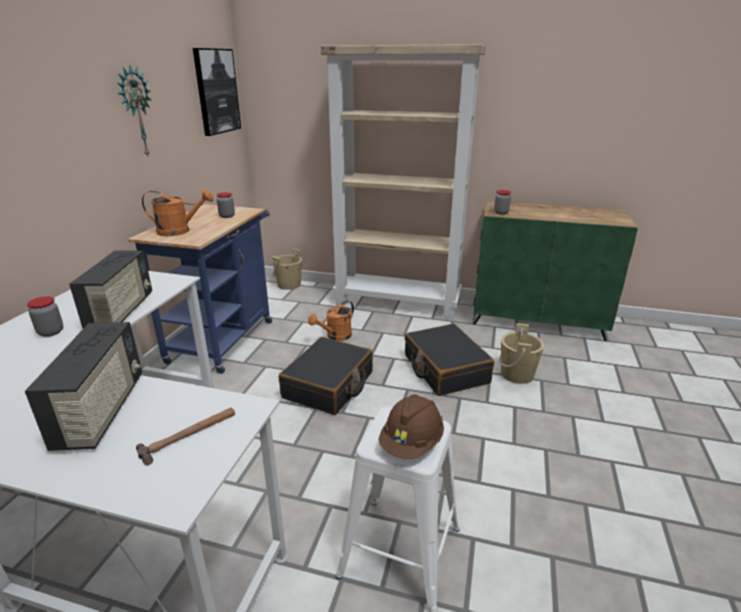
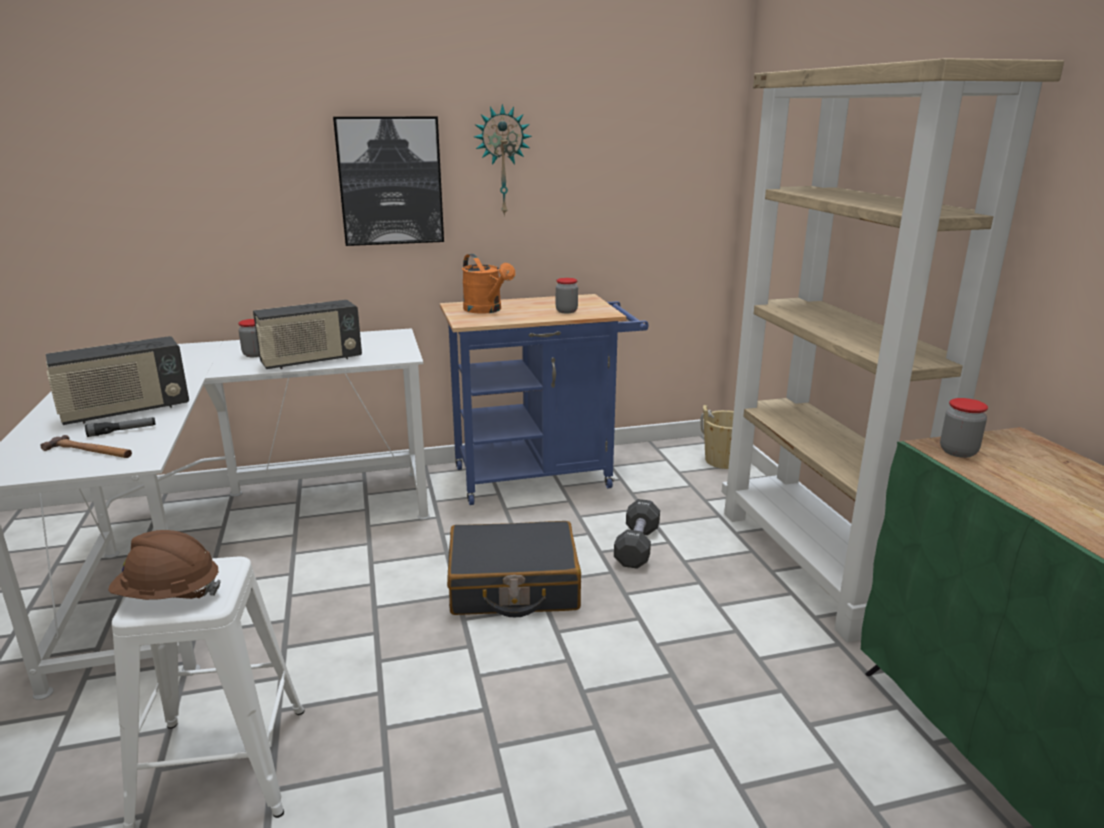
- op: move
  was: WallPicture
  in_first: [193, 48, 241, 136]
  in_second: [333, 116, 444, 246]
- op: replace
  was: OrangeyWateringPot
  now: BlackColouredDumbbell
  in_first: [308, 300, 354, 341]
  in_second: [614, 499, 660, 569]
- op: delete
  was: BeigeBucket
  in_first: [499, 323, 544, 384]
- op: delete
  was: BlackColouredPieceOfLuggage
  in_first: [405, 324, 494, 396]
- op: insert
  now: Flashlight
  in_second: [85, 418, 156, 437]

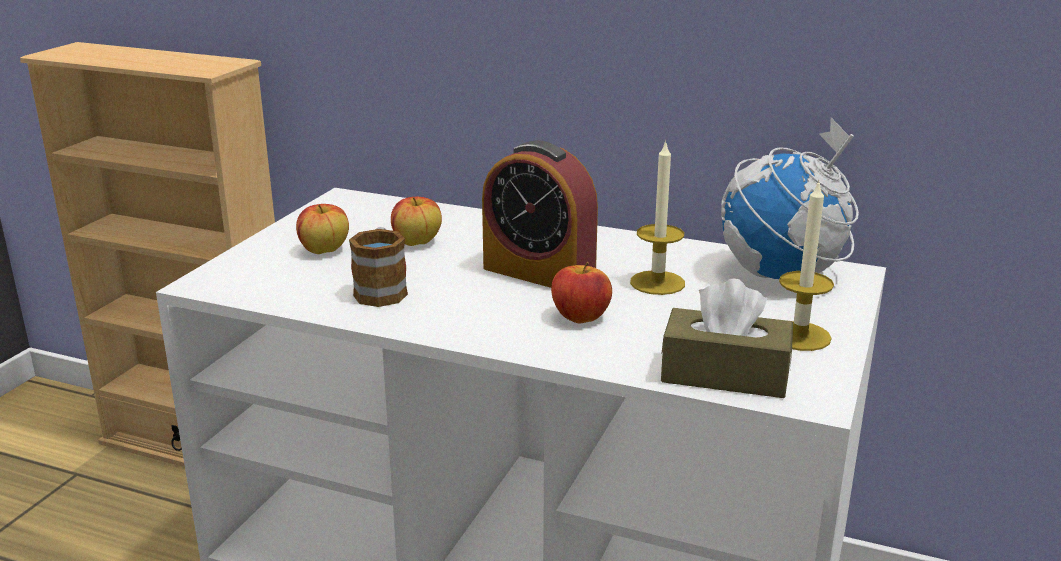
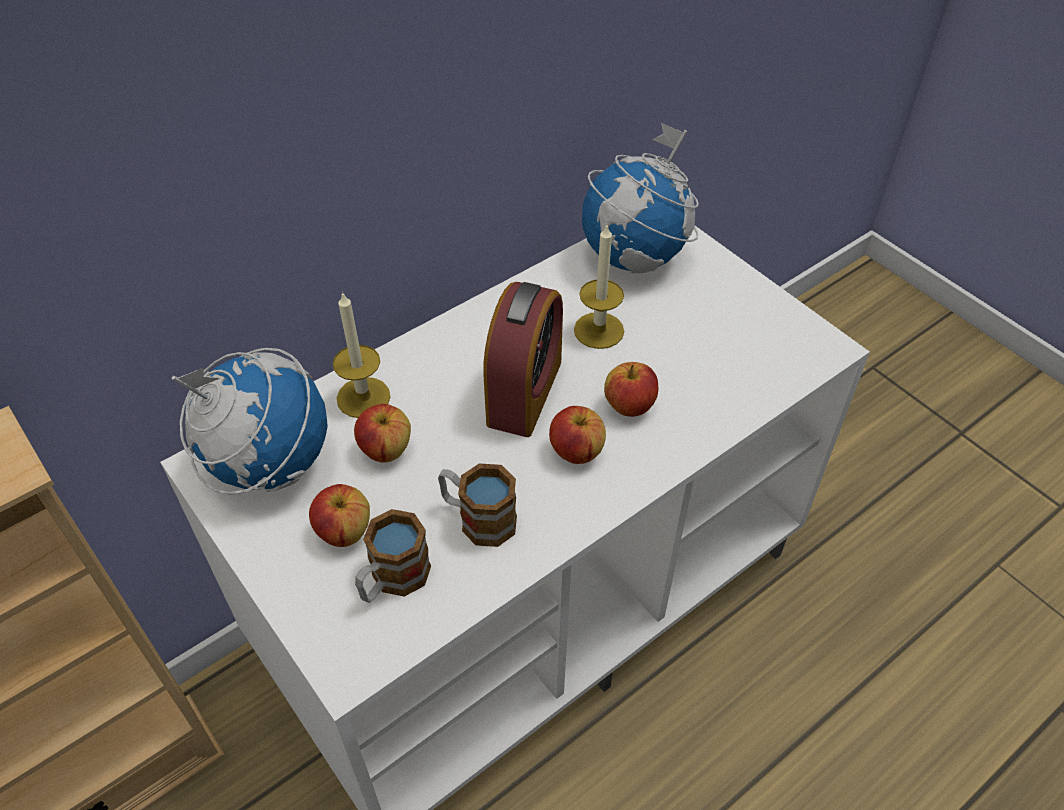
- op: rotate
  was: TableClock
  in_first: [482, 140, 598, 288]
  in_second: [483, 282, 563, 437]
  clockwise: -45
- op: move
  was: WaxCandle
  in_first: [779, 180, 834, 351]
  in_second: [333, 291, 390, 418]
- op: delete
  was: BrownTissueBox
  in_first: [661, 279, 793, 398]
- op: insert
  now: Globe
  in_second: [172, 348, 328, 495]
- op: insert
  now: AppleFruit
  in_second: [549, 406, 606, 464]
- op: insert
  now: CoffeeMug
  in_second: [355, 509, 431, 603]

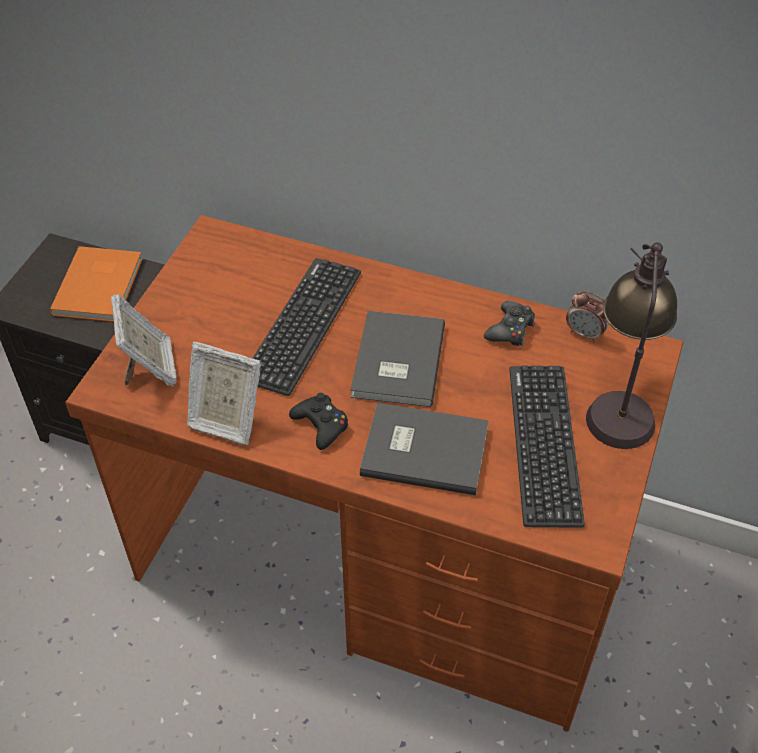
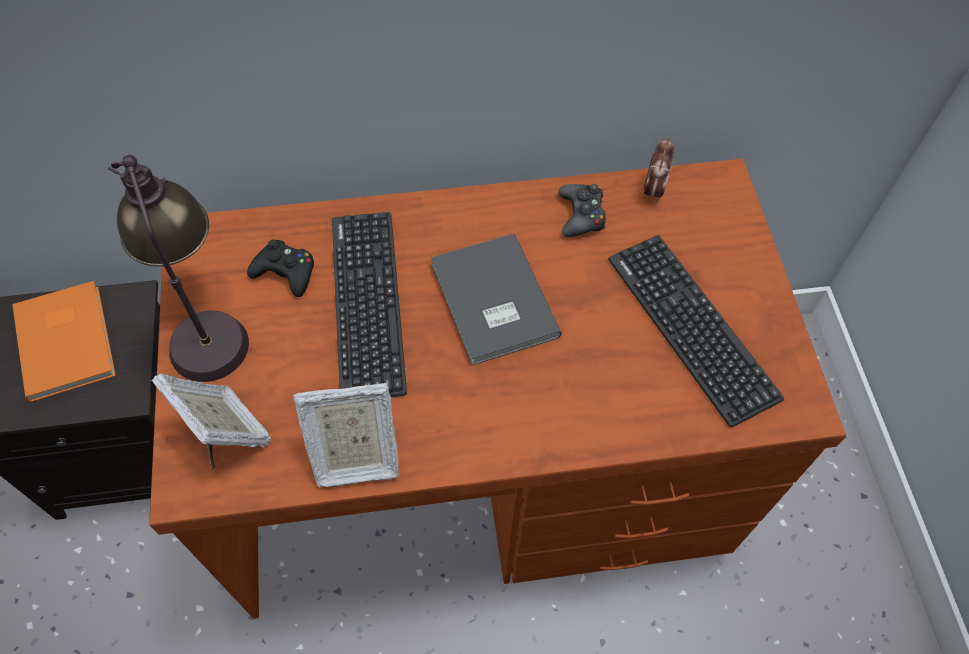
- op: move
  was: TableLamp
  in_first: [586, 242, 677, 449]
  in_second: [108, 155, 249, 382]
- op: rotate
  was: TableClock
  in_first: [566, 291, 609, 343]
  in_second: [644, 138, 675, 202]
  clockwise: -75
- op: move
  was: BlackColouredGamepad
  in_first: [289, 393, 348, 450]
  in_second: [247, 239, 314, 297]
- op: delete
  was: GreyishBook
  in_first: [360, 403, 489, 496]

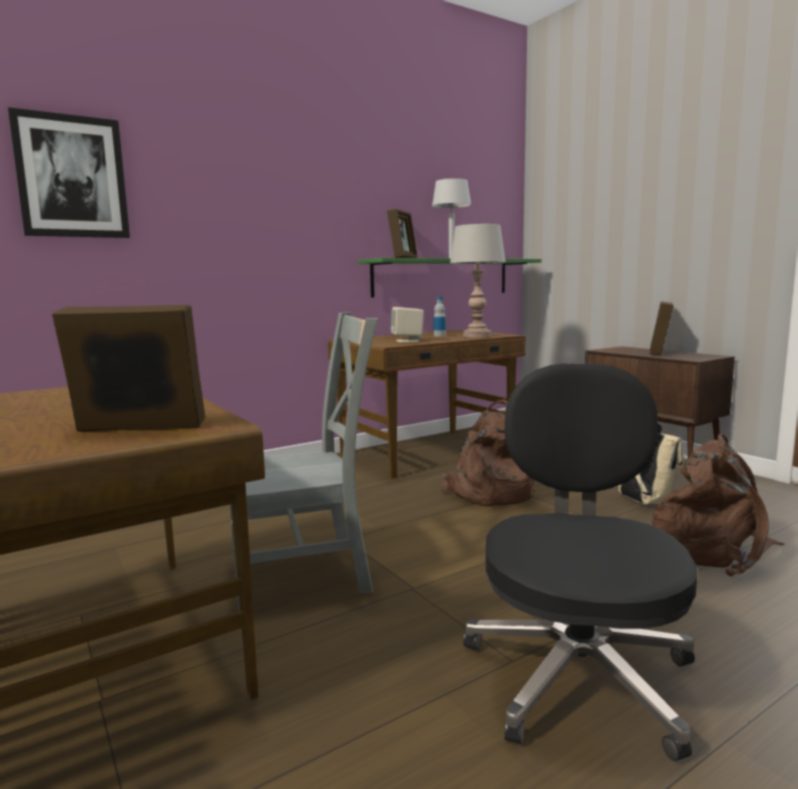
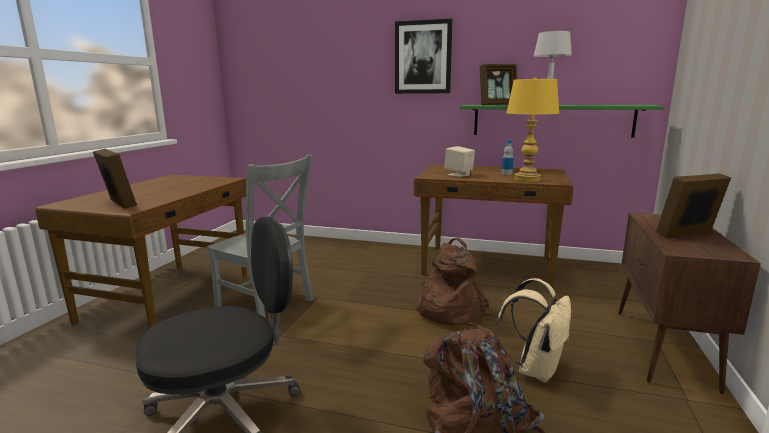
- op: move
  was: WallPicture
  in_first: [8, 107, 130, 238]
  in_second: [395, 19, 452, 94]
- op: recolor
  was: GreyishTableLamp
  now: YellowishTableLamp
  in_first: [450, 224, 506, 338]
  in_second: [506, 78, 559, 182]

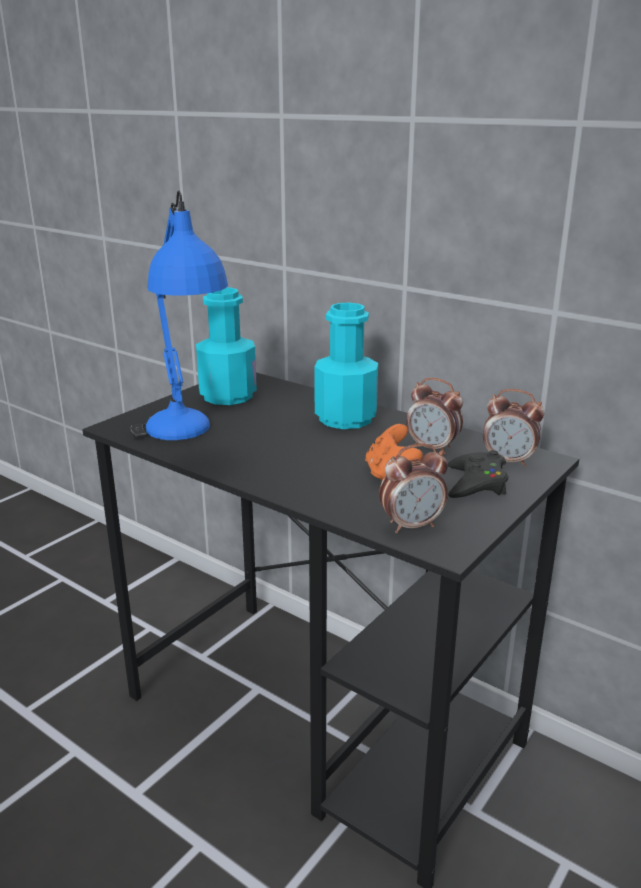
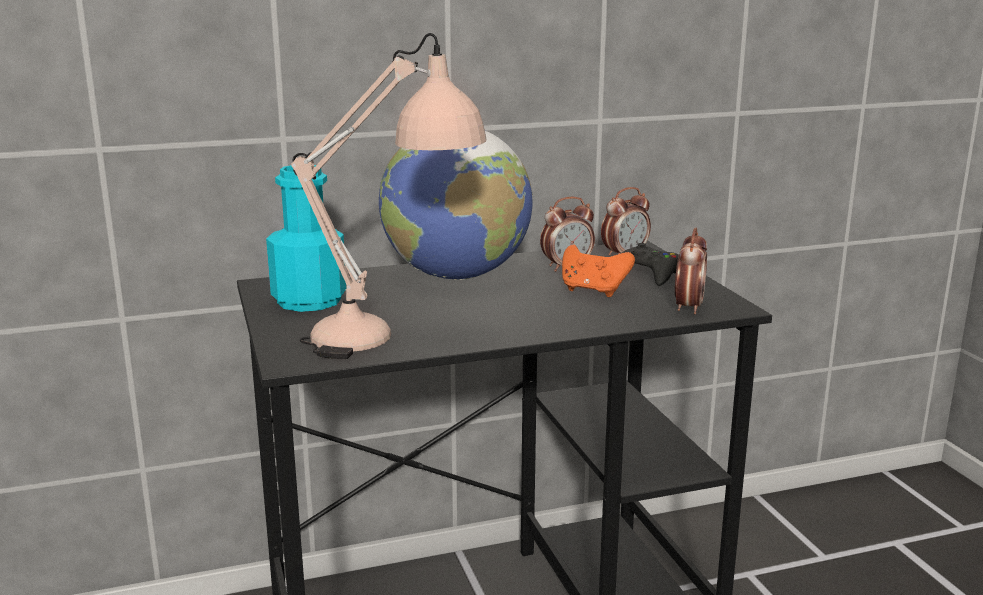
- op: recolor
  was: BluishTableLamp
  now: BeigeTableLamp
  in_first: [131, 191, 228, 440]
  in_second: [291, 33, 486, 359]
- op: replace
  was: BlueGreenBeverageBottle
  now: Globe
  in_first: [315, 303, 378, 429]
  in_second: [379, 131, 533, 280]

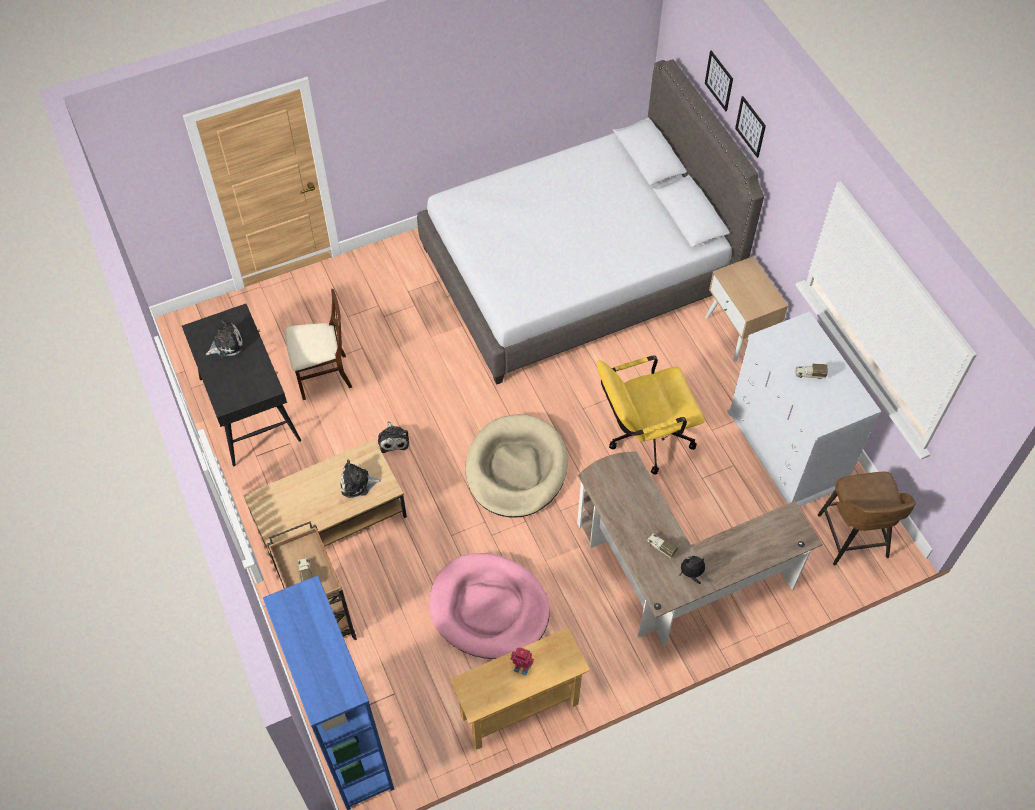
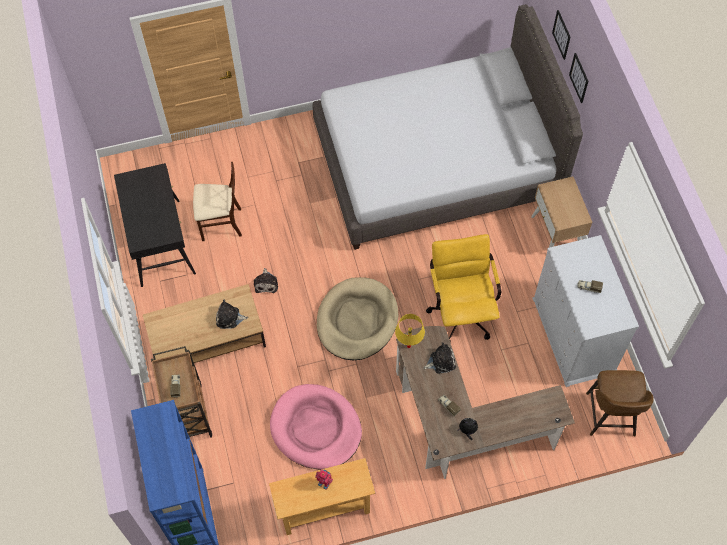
- op: move
  was: SoftToy
  in_first: [206, 319, 245, 358]
  in_second: [423, 342, 456, 374]
- op: rotate
  was: YellowishComputerChair
  in_first: [597, 355, 705, 474]
  in_second: [426, 234, 501, 343]
  clockwise: 90
- op: insert
  now: YellowishTableLamp
  in_second: [395, 314, 425, 348]

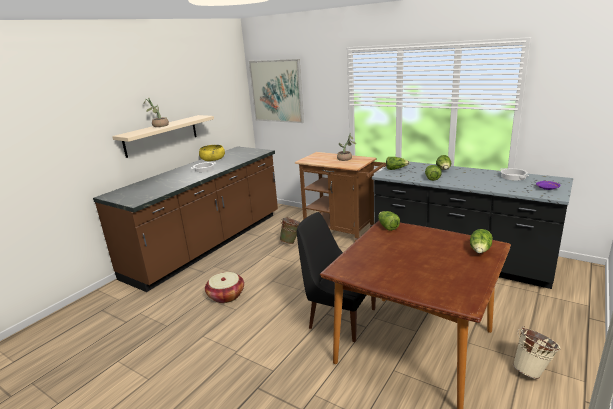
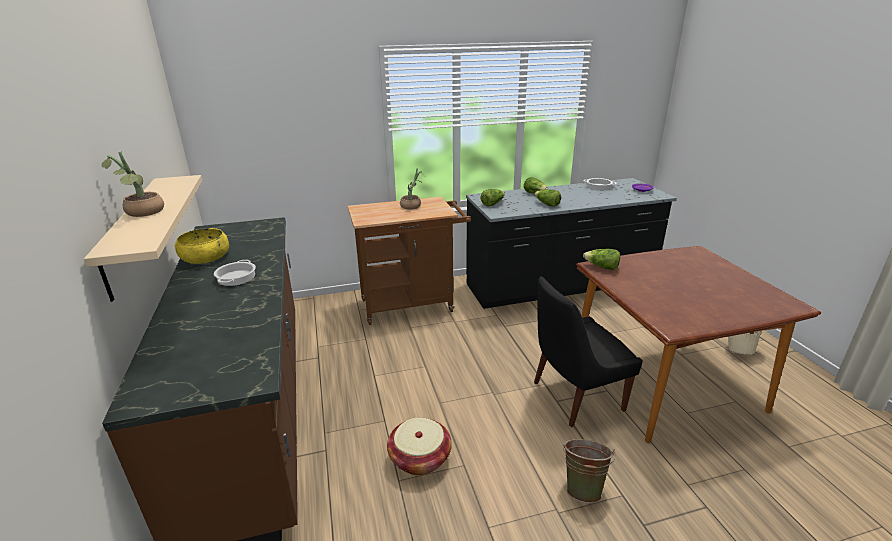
- op: delete
  was: WallPicture
  in_first: [249, 59, 304, 123]
- op: move
  was: GreenColouredBucket
  in_first: [280, 217, 301, 244]
  in_second: [563, 439, 615, 503]
- op: delete
  was: HeadOfLettuce
  in_first: [470, 229, 493, 253]

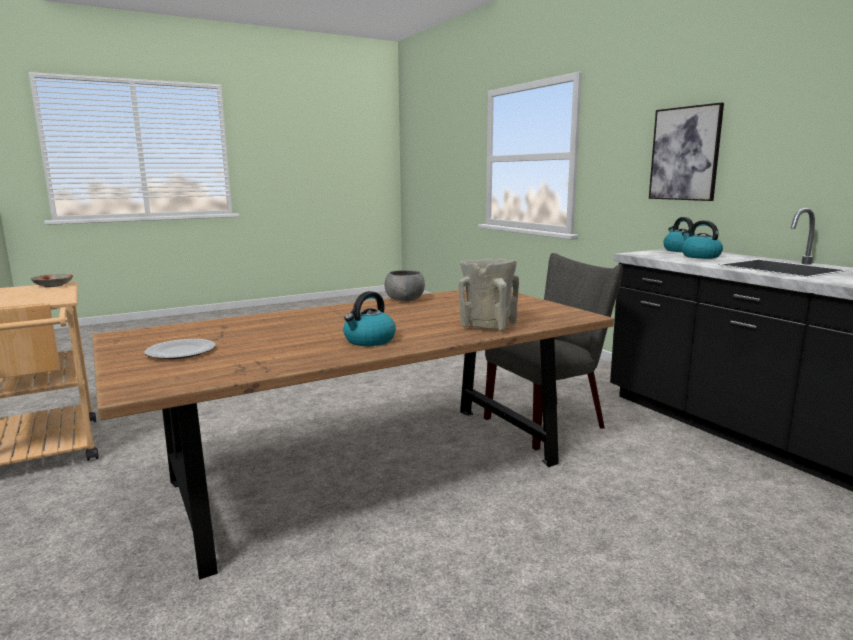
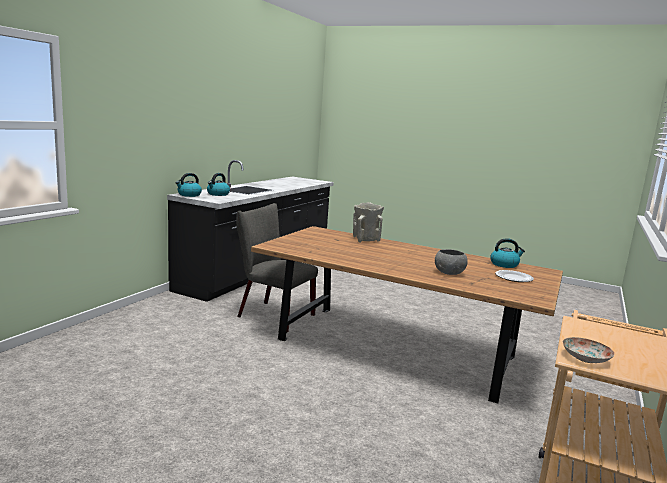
- op: delete
  was: WallPicture
  in_first: [649, 102, 724, 201]
- op: move
  was: GreyishBowl
  in_first: [385, 270, 425, 302]
  in_second: [435, 249, 468, 275]
- op: move
  was: WaterKettle
  in_first: [343, 291, 396, 346]
  in_second: [490, 238, 525, 268]

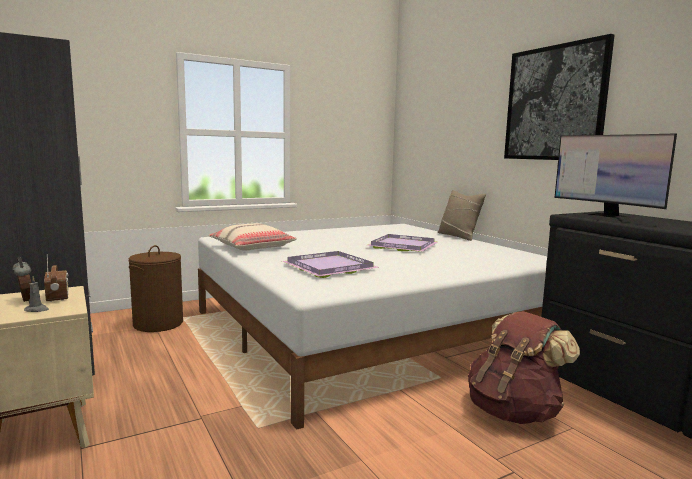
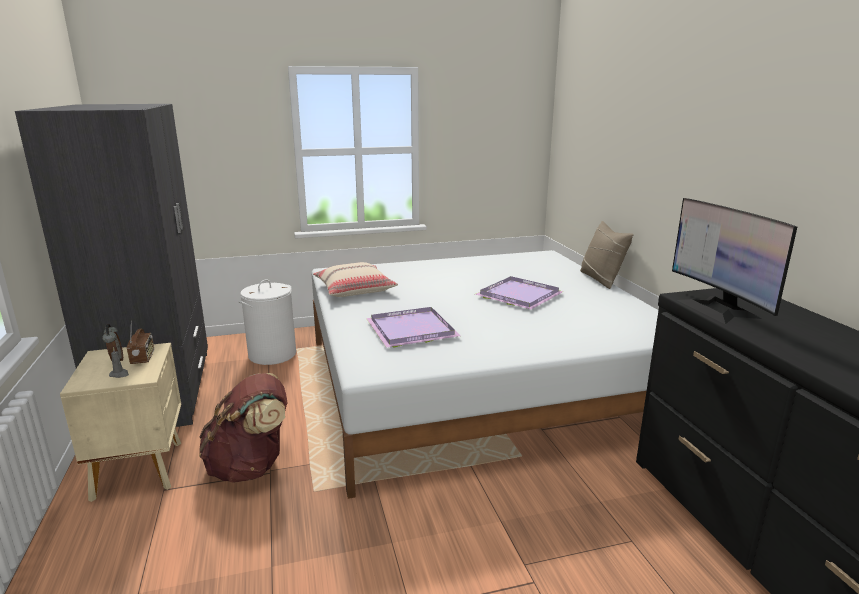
- op: delete
  was: WallPicture
  in_first: [504, 34, 614, 160]
- op: recolor
  was: BrownLaundryBasket
  now: WhiteLaundryBasket
  in_first: [129, 245, 183, 332]
  in_second: [239, 279, 296, 365]
- op: move
  was: BrownKnapsack
  in_first: [468, 311, 580, 424]
  in_second: [199, 373, 288, 483]

